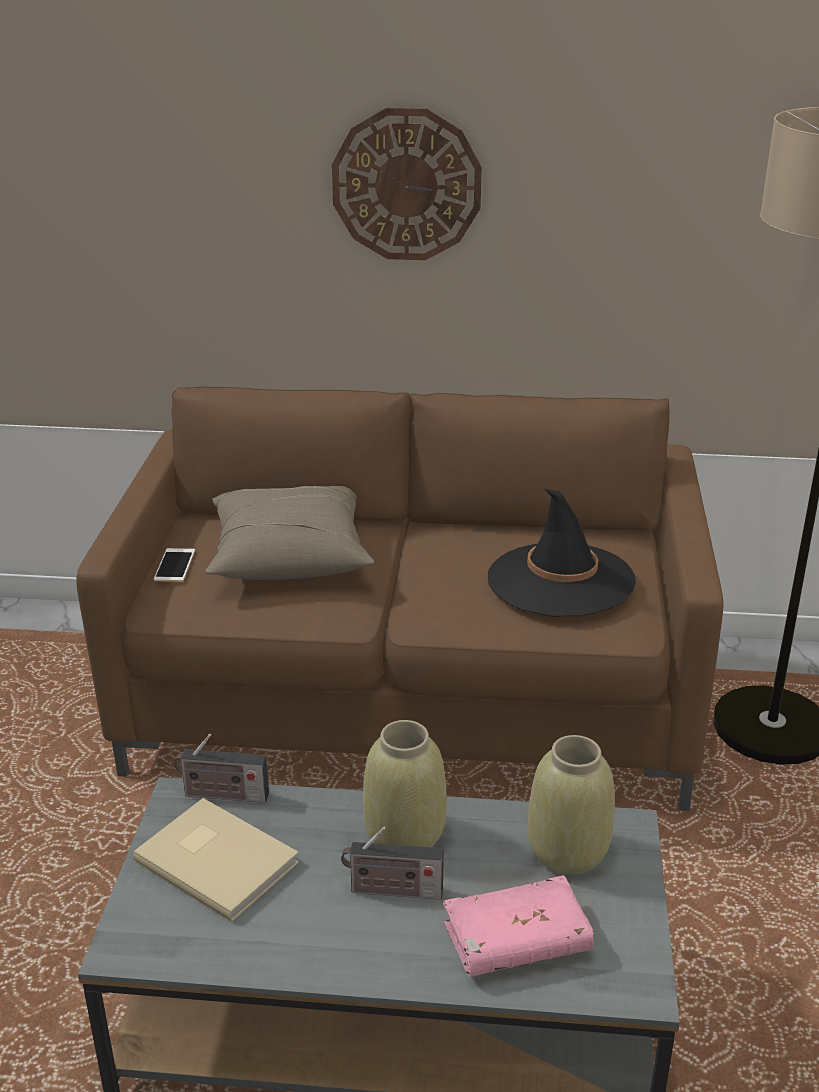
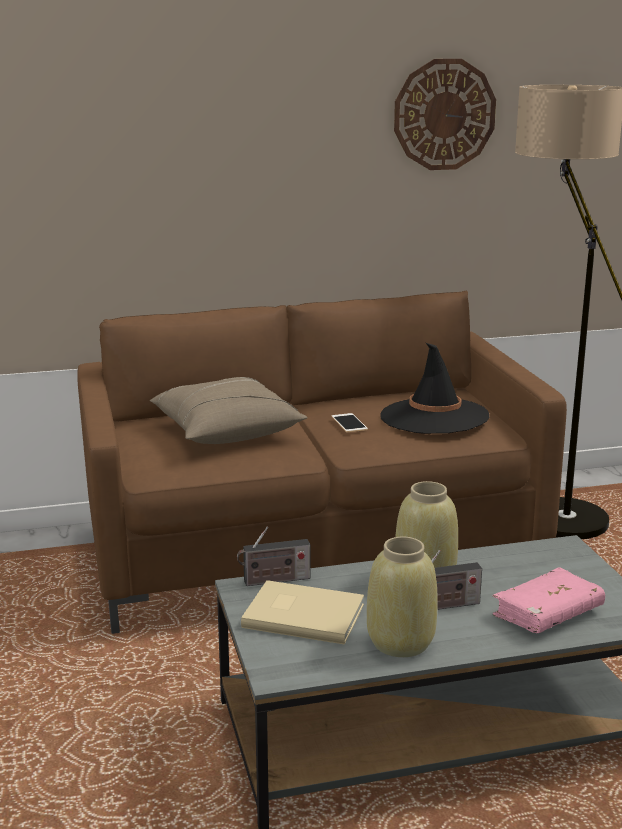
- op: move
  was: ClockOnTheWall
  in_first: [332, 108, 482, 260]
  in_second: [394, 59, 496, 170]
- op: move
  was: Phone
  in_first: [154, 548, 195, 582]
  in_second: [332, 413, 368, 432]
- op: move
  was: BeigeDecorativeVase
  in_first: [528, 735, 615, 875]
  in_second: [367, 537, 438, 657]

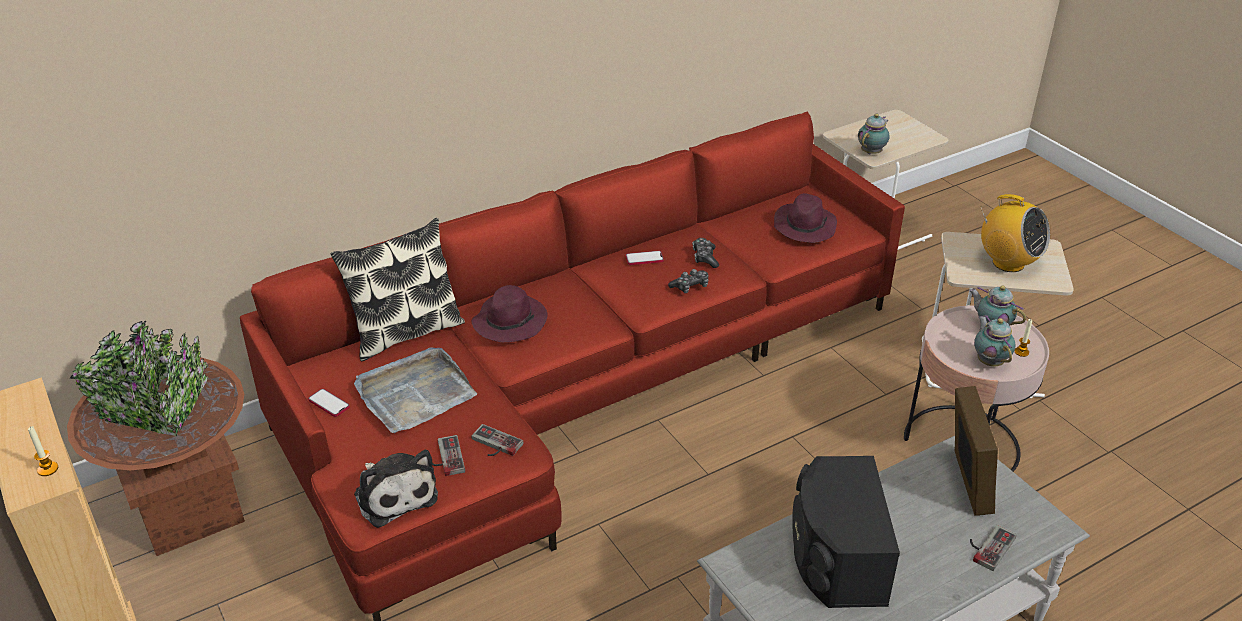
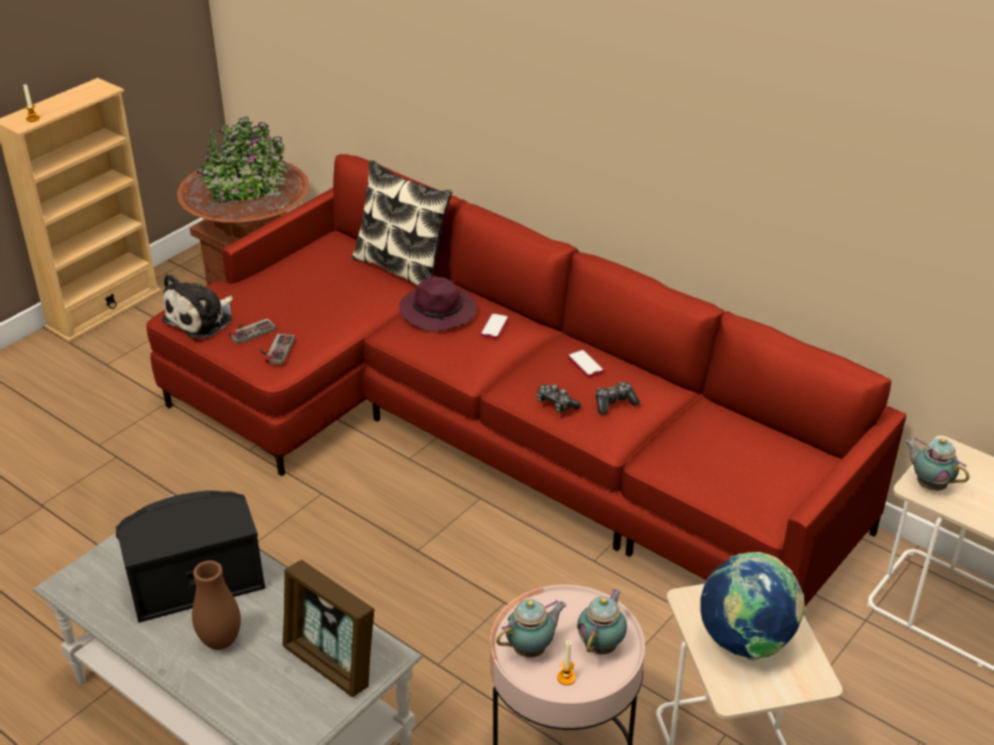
- op: rotate
  was: TeaPot
  in_first: [858, 114, 889, 155]
  in_second: [905, 437, 969, 491]
  clockwise: -150
- op: delete
  was: PurpleColouredWearableHat
  in_first: [774, 193, 837, 243]
- op: replace
  was: Radio
  now: Globe
  in_first: [980, 194, 1050, 272]
  in_second: [700, 552, 805, 661]
- op: delete
  was: GreyishServingTray
  in_first: [354, 347, 477, 433]
- op: rotate
  was: StandingFrame
  in_first: [955, 386, 998, 516]
  in_second: [282, 560, 375, 697]
  clockwise: 60
- op: move
  was: Phone
  in_first: [308, 389, 350, 417]
  in_second: [480, 313, 509, 339]
- op: delete
  was: Gamepad
  in_first: [970, 525, 1017, 571]
- op: insert
  now: BrownDecorativeVase
  in_second: [192, 561, 241, 650]

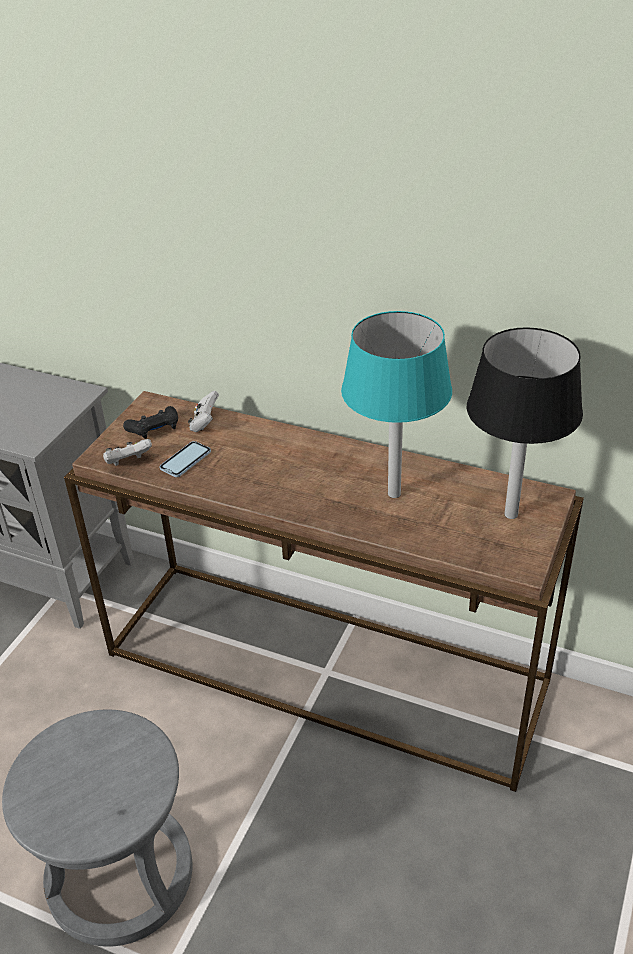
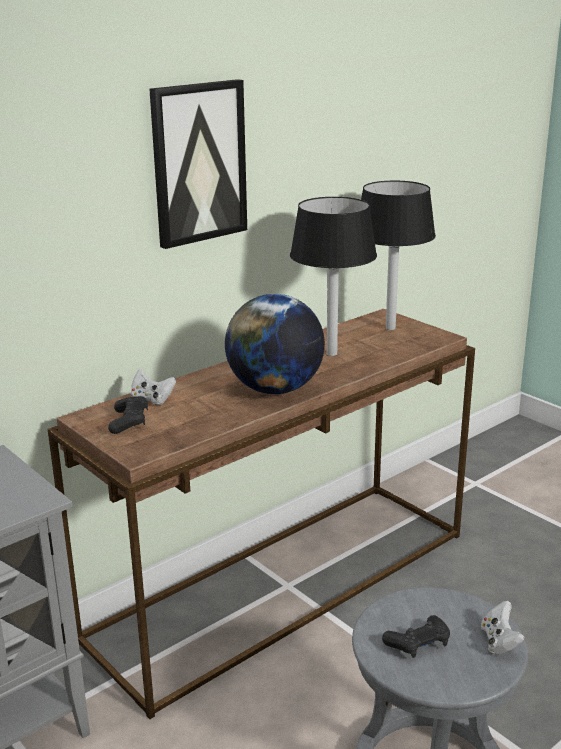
- op: recolor
  was: BlueGreenTableLamp
  now: BlackColouredTableLamp
  in_first: [341, 311, 452, 498]
  in_second: [290, 197, 377, 356]
- op: move
  was: WhiteGamepad
  in_first: [103, 439, 152, 466]
  in_second: [481, 601, 525, 655]
- op: delete
  was: Phone
  in_first: [159, 441, 211, 477]
- op: insert
  now: WallPicture
  in_second: [149, 79, 247, 249]
- op: insert
  now: Globe
  in_second: [225, 294, 325, 394]
- op: insert
  now: BlackColouredGamepad
  in_second: [382, 615, 450, 658]

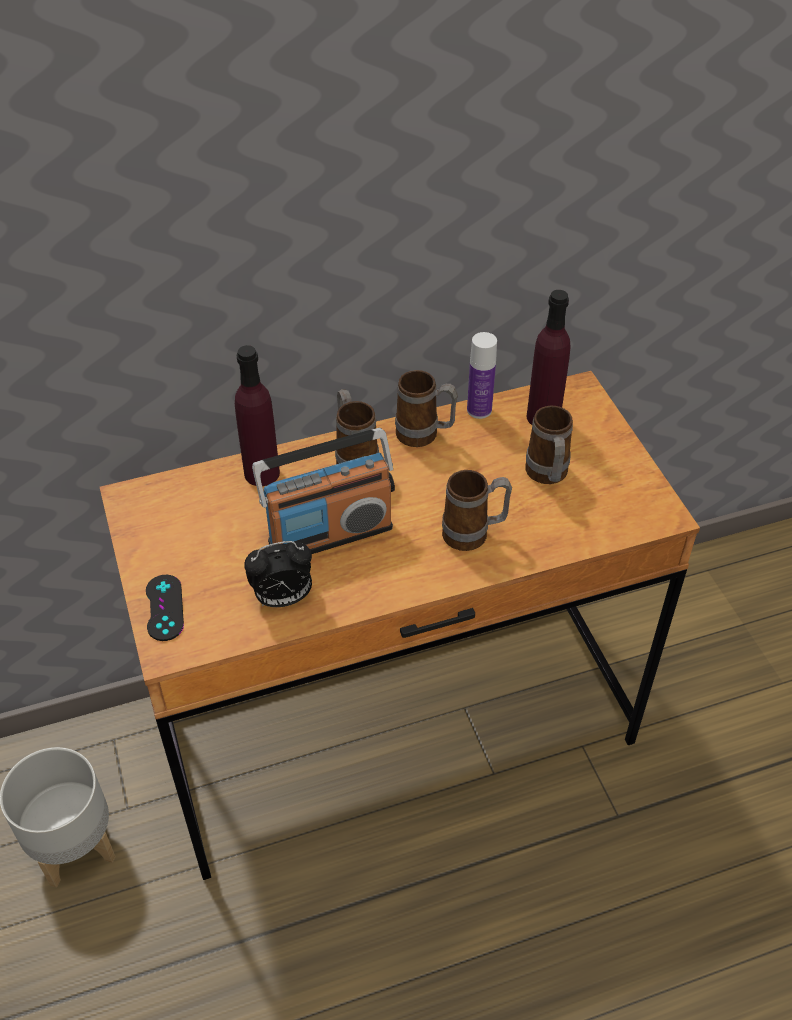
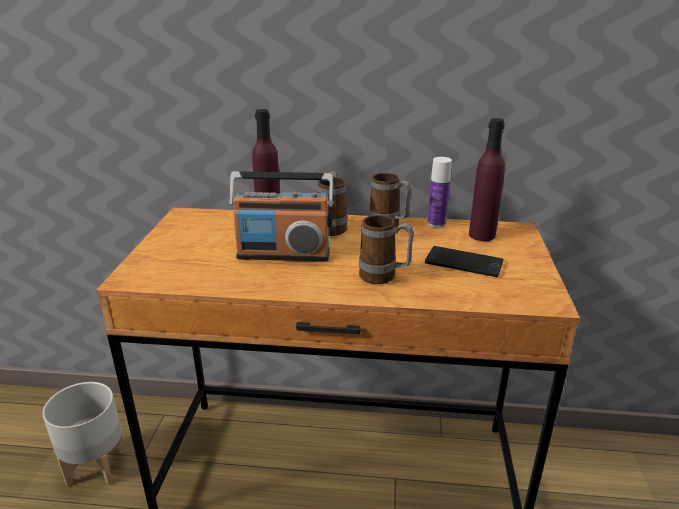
- op: replace
  was: CoffeeMug
  now: Phone
  in_first: [525, 406, 573, 484]
  in_second: [425, 246, 504, 277]
- op: delete
  was: TableClock
  in_first: [244, 541, 312, 607]
- op: delete
  was: BlackColouredGamepad
  in_first: [146, 575, 184, 641]

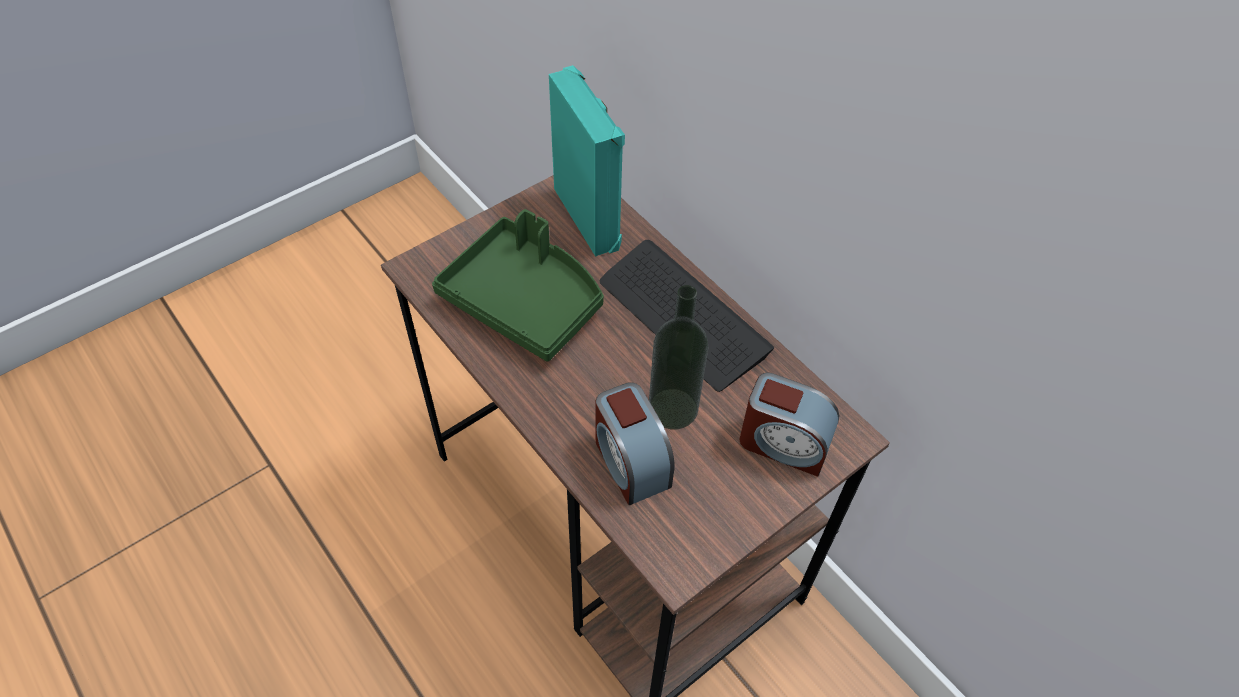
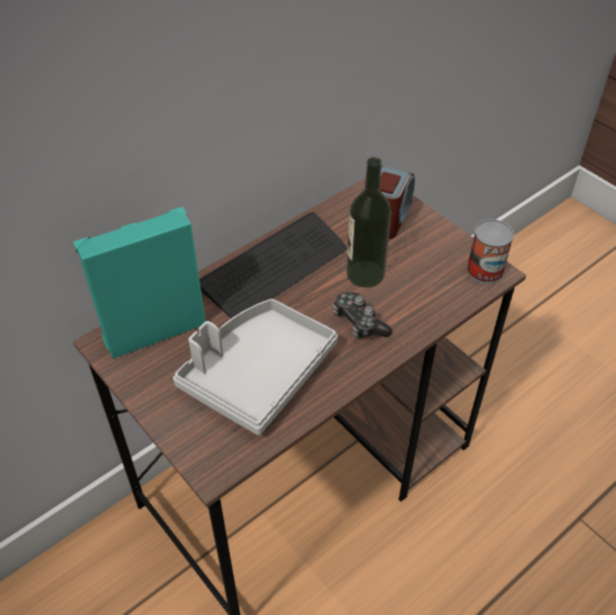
- op: recolor
  was: GreenColouredServingTray
  now: GreyishServingTray
  in_first: [432, 209, 604, 361]
  in_second: [173, 299, 338, 435]
- op: delete
  was: TableClock
  in_first: [596, 382, 675, 505]
- op: insert
  now: MetalCan
  in_second: [467, 219, 514, 283]
- op: insert
  now: Gamepad
  in_second: [333, 292, 392, 339]

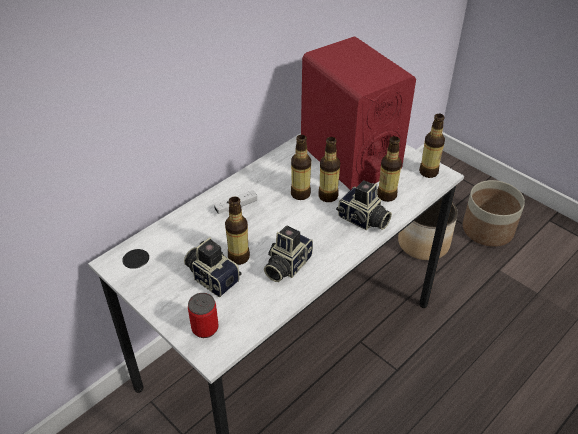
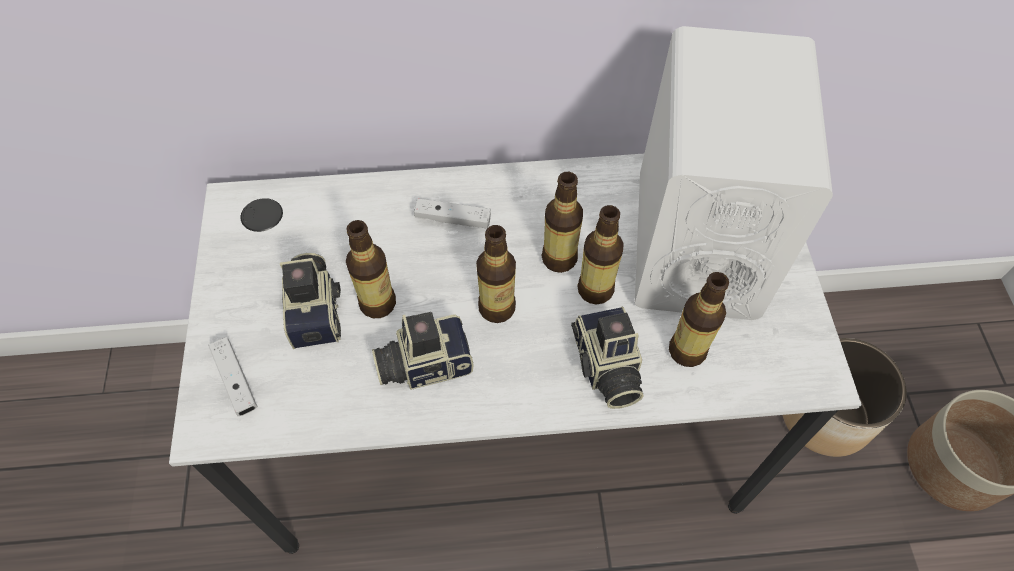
- op: recolor
  was: RedAudioSpeaker
  now: WhiteAudioSpeaker
  in_first: [301, 37, 416, 190]
  in_second: [635, 26, 833, 320]
- op: move
  was: BeverageBottle
  in_first: [419, 114, 445, 178]
  in_second: [476, 225, 516, 323]
- op: replace
  was: MetalCan
  now: WhiteGamepad
  in_first: [188, 293, 219, 338]
  in_second: [208, 337, 258, 416]

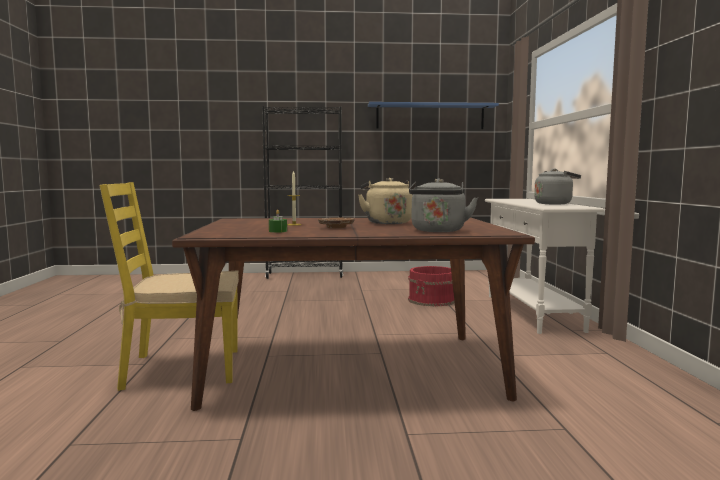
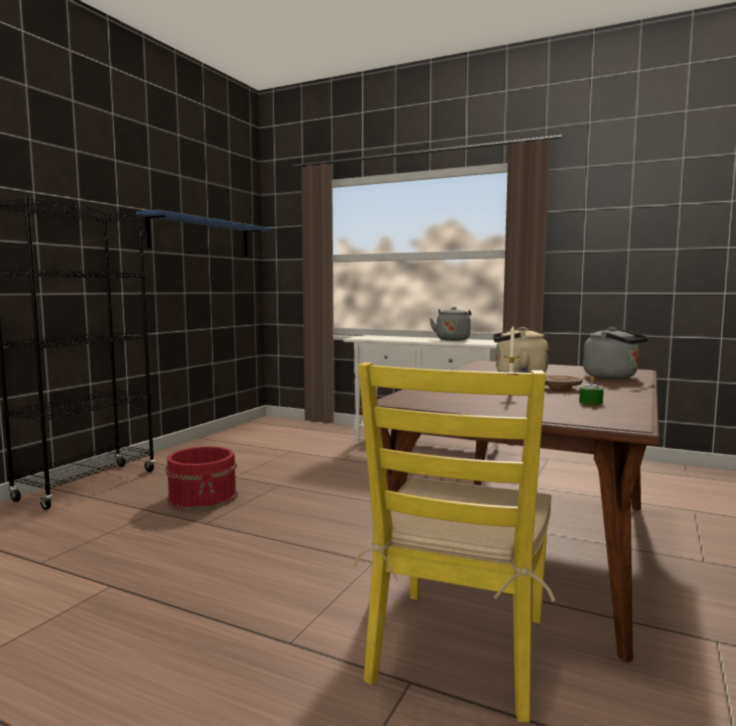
- op: move
  was: RedBucket
  in_first: [408, 266, 455, 306]
  in_second: [166, 446, 238, 511]

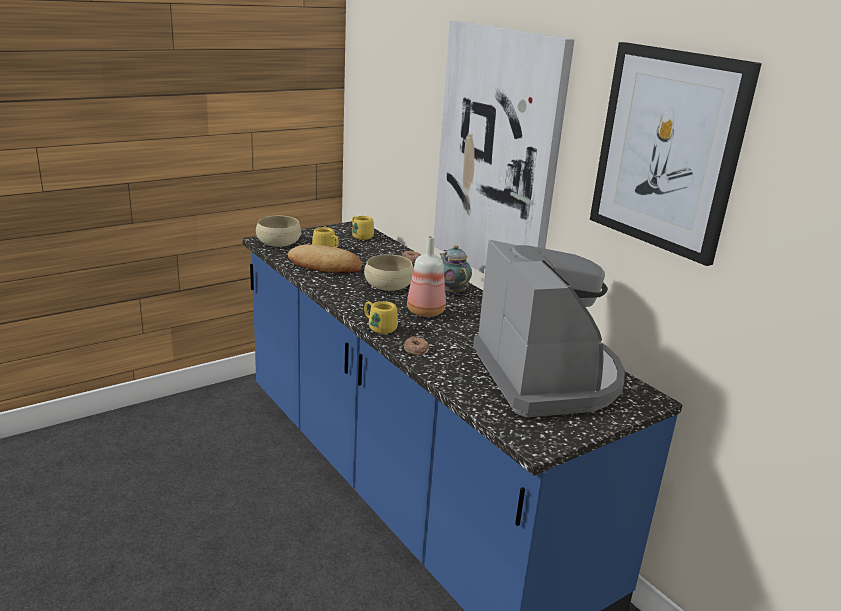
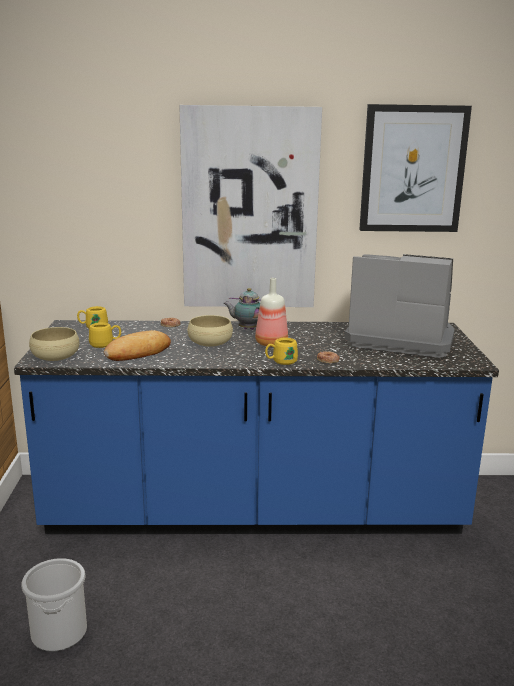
- op: insert
  now: Bucket
  in_second: [21, 558, 87, 652]

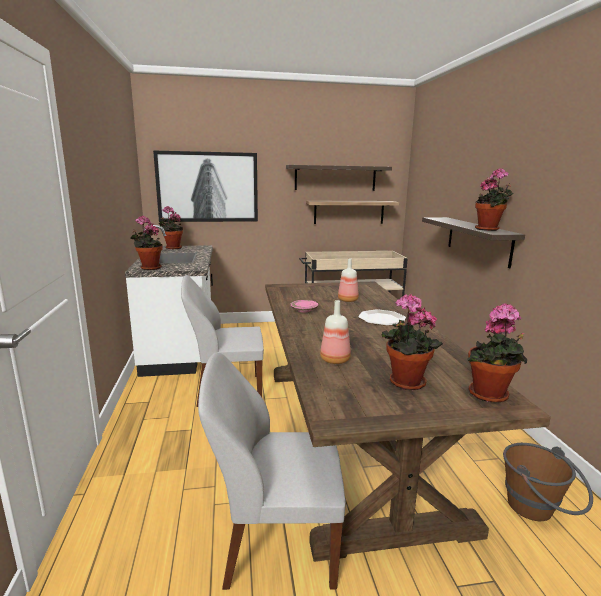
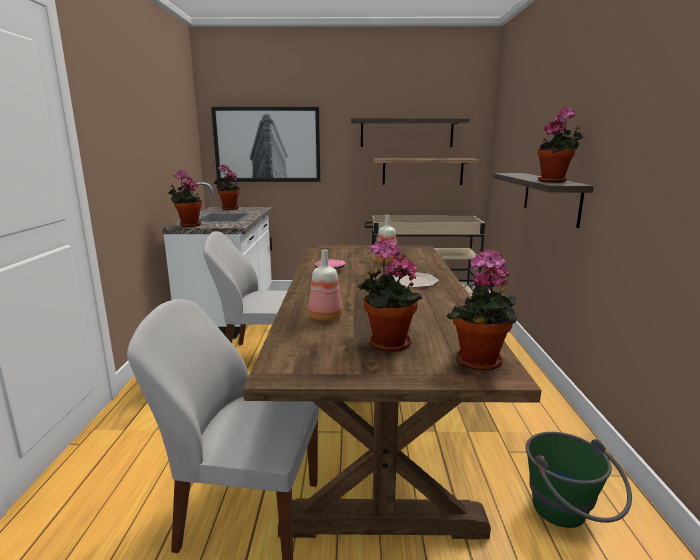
- op: recolor
  was: BrownBucket
  now: GreenColouredBucket
  in_first: [503, 443, 593, 521]
  in_second: [525, 432, 632, 528]

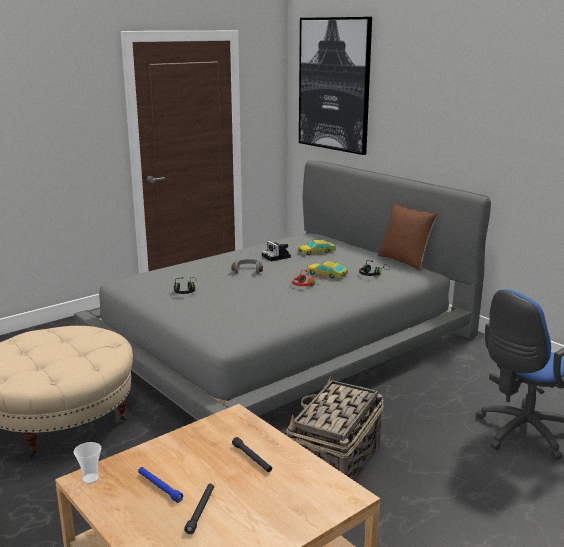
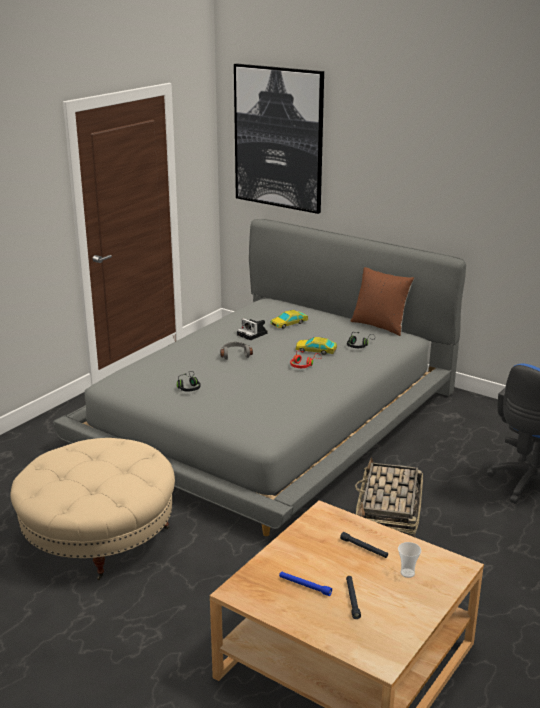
- op: move
  was: Cup
  in_first: [74, 442, 101, 484]
  in_second: [398, 542, 421, 578]

